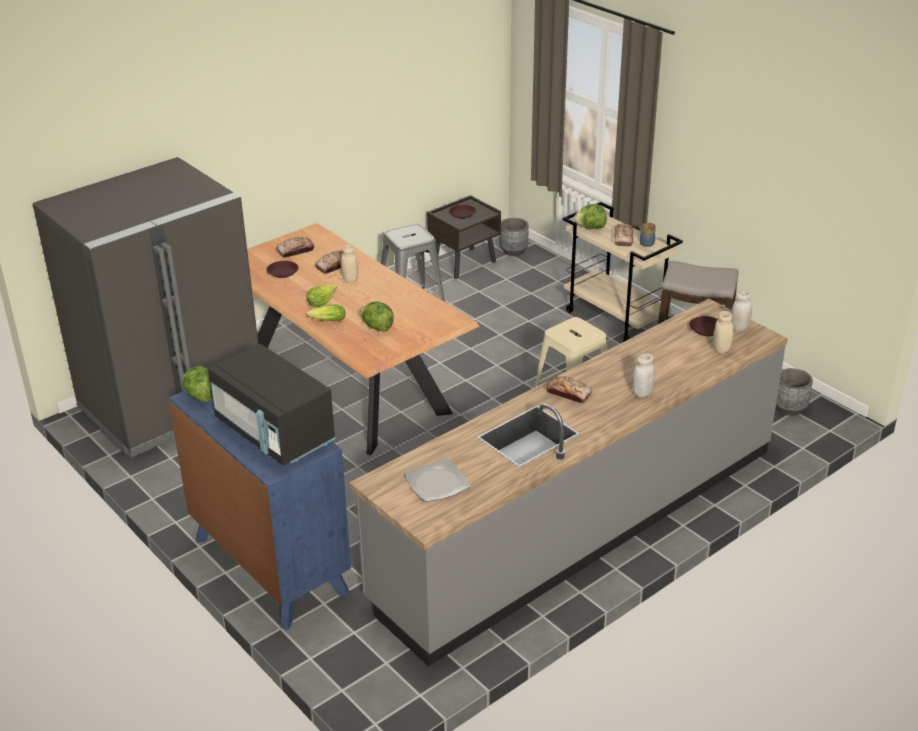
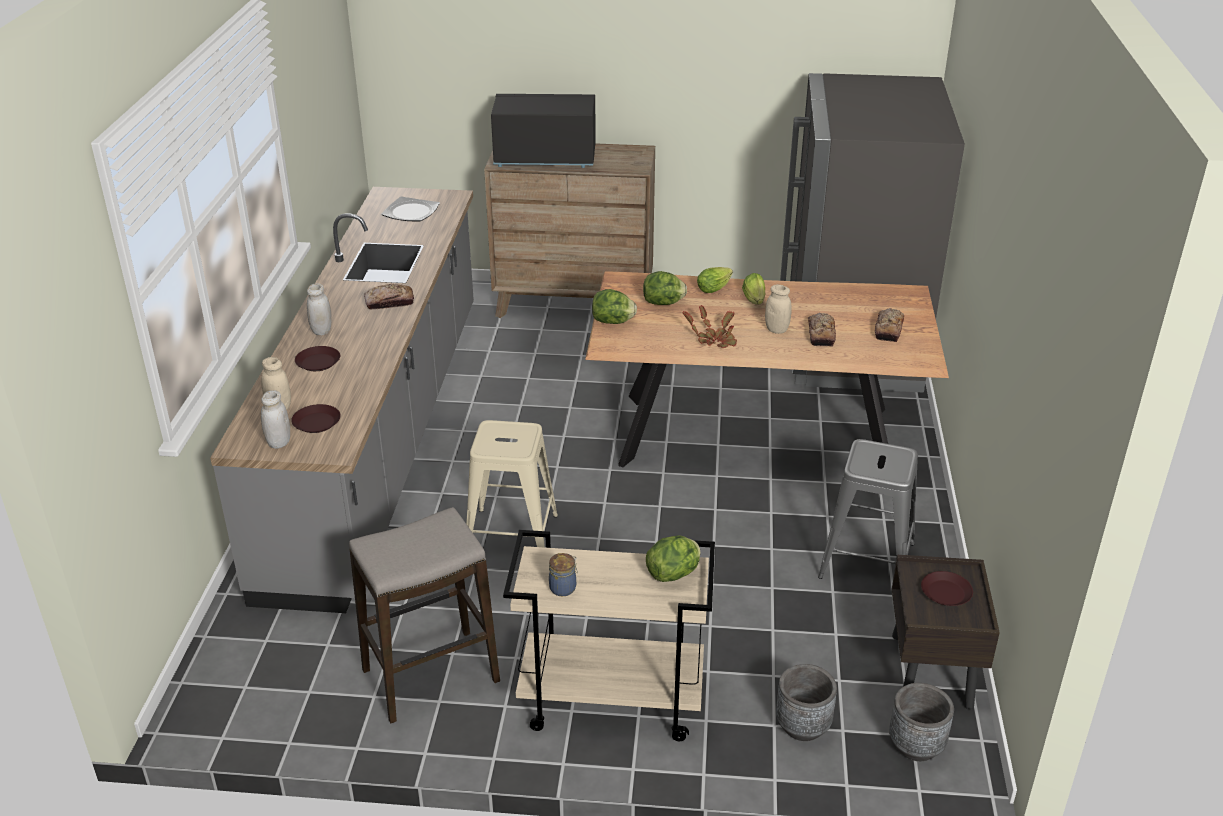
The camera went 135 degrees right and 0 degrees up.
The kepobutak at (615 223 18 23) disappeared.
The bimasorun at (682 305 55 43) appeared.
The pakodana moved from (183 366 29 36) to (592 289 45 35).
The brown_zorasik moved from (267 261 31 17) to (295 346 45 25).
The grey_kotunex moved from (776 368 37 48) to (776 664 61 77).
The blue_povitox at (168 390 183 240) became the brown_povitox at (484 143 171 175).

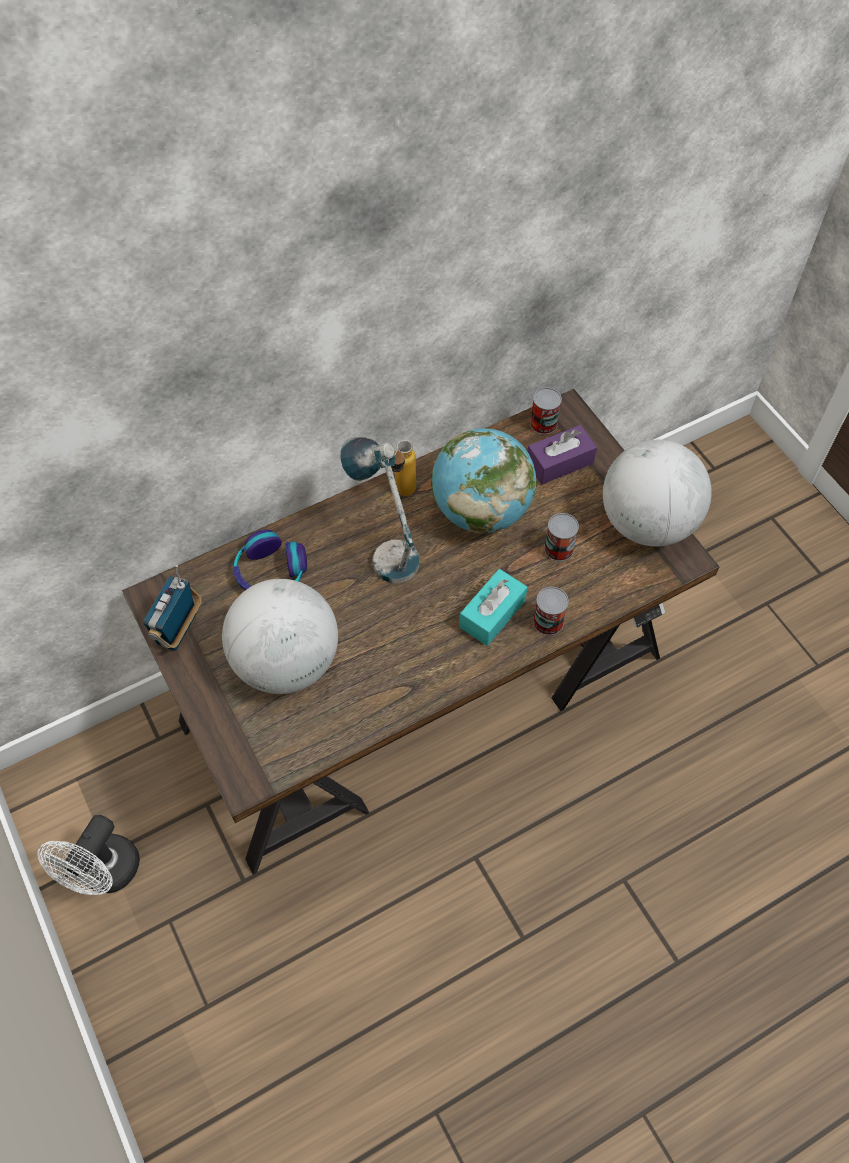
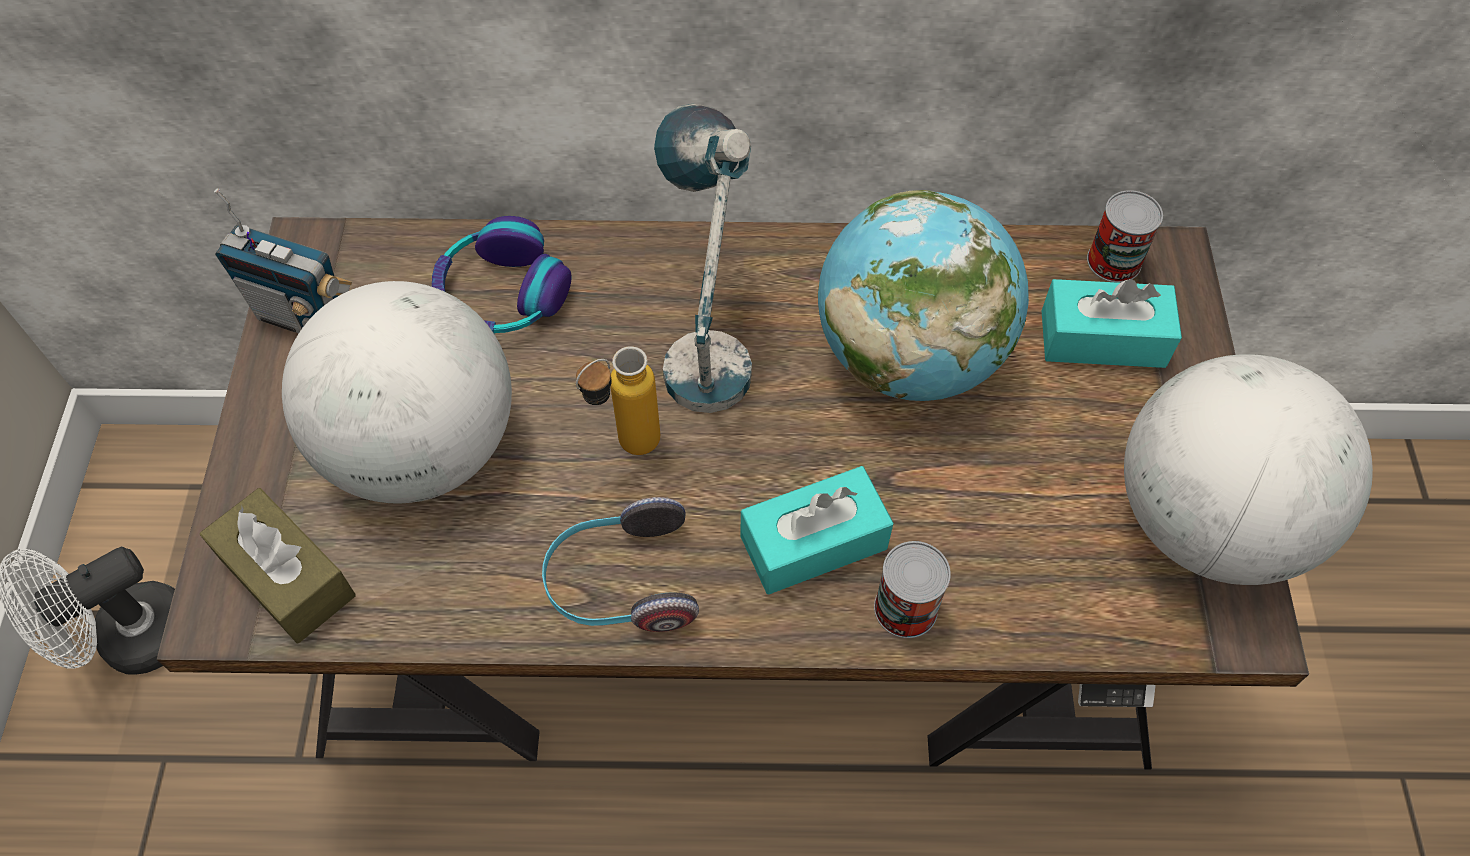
The camera went 30 degrees right and 0 degrees up.
The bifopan at (544 513 35 48) disappeared.
The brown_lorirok at (200 488 156 155) appeared.
The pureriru at (542 497 157 135) appeared.
The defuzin moved from (389 440 27 56) to (576 346 84 109).
The purple_lorirok at (527 425 70 59) became the turquoise_lorirok at (1042 279 140 89).
The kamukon at (143 565 59 86) turned 120 degrees counterclockwise.

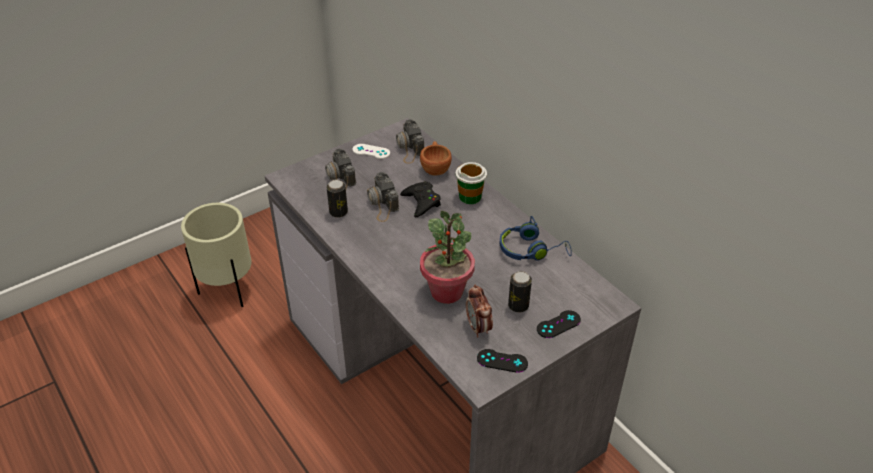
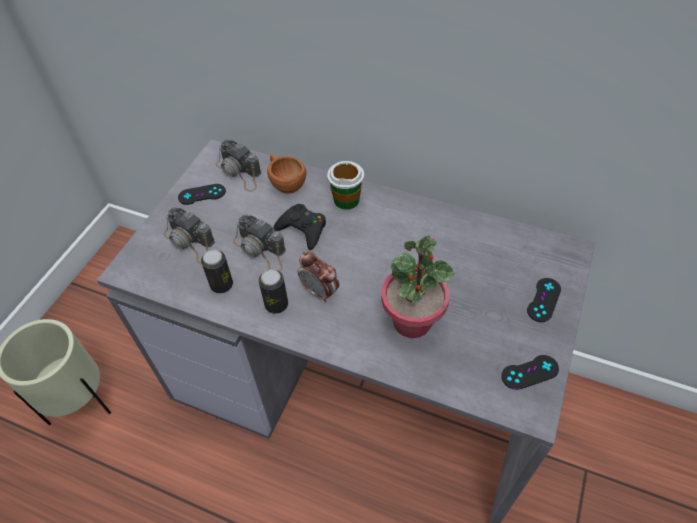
The camera went 30 degrees left and 10 degrees up.
The blue_pureriru at (500 216 72 45) disappeared.
The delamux moved from (466 285 27 52) to (298 252 41 50).
The bifopan moved from (508 271 24 41) to (259 269 29 45).
The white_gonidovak at (353 144 37 15) became the black_gonidovak at (178 184 48 21).

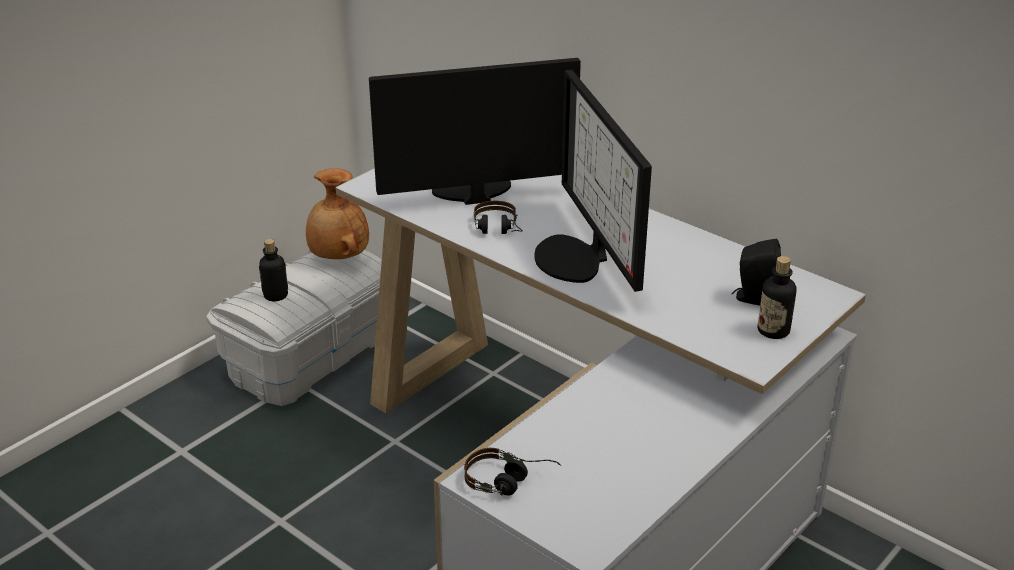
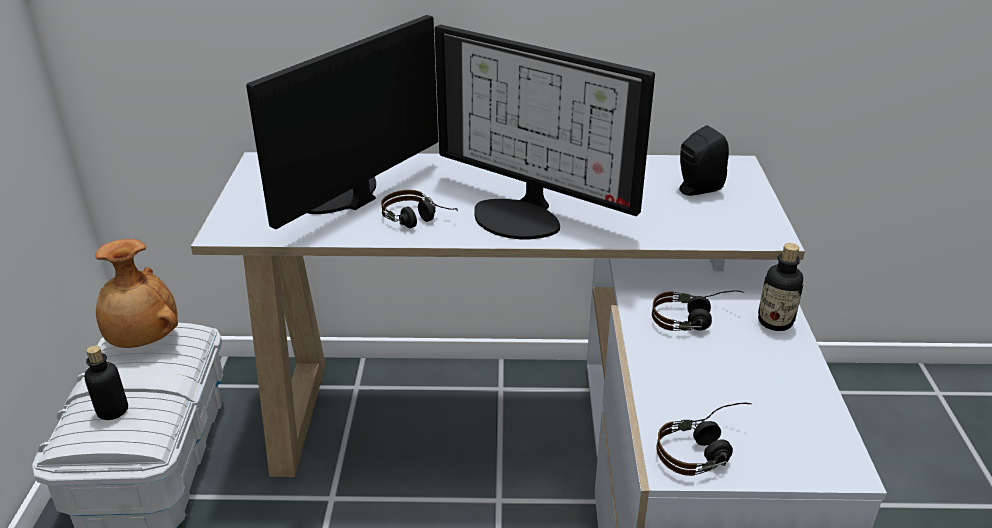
The camera went 40 degrees left and 0 degrees up.
The pureriru at (652 290 92 41) appeared.
The defuzin moved from (758 256 39 83) to (758 243 45 88).

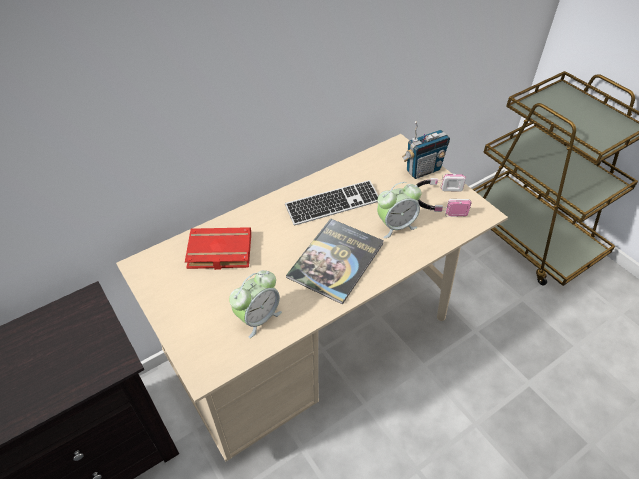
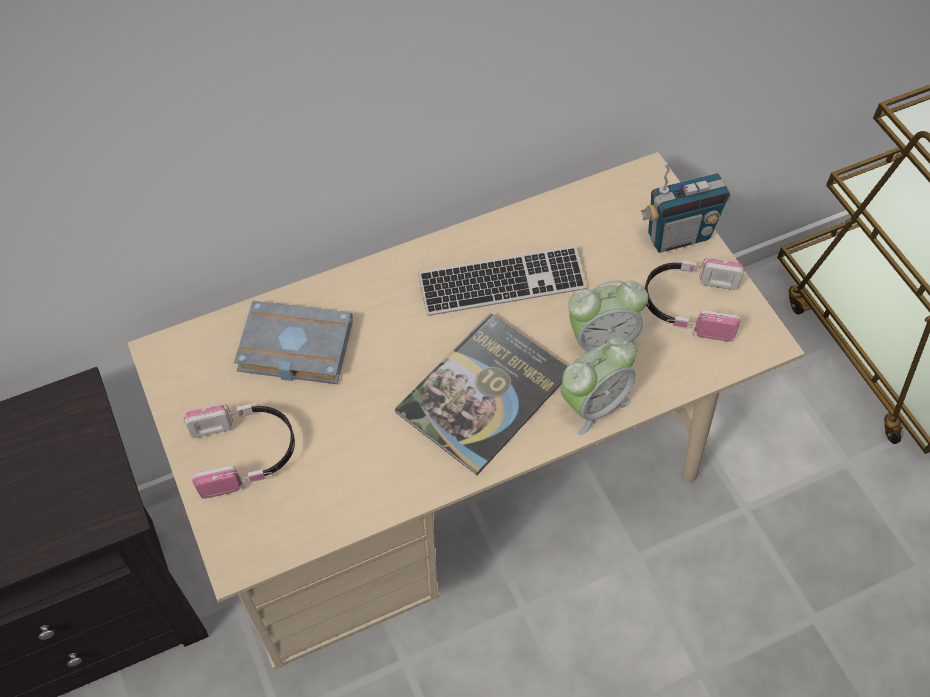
The camera went 10 degrees right and 10 degrees up.
The pureriru at (184 404 111 95) appeared.
The delamux moved from (229 270 53 68) to (560 337 76 98).
The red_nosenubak at (185 227 66 43) became the grey_nosenubak at (234 301 119 84).

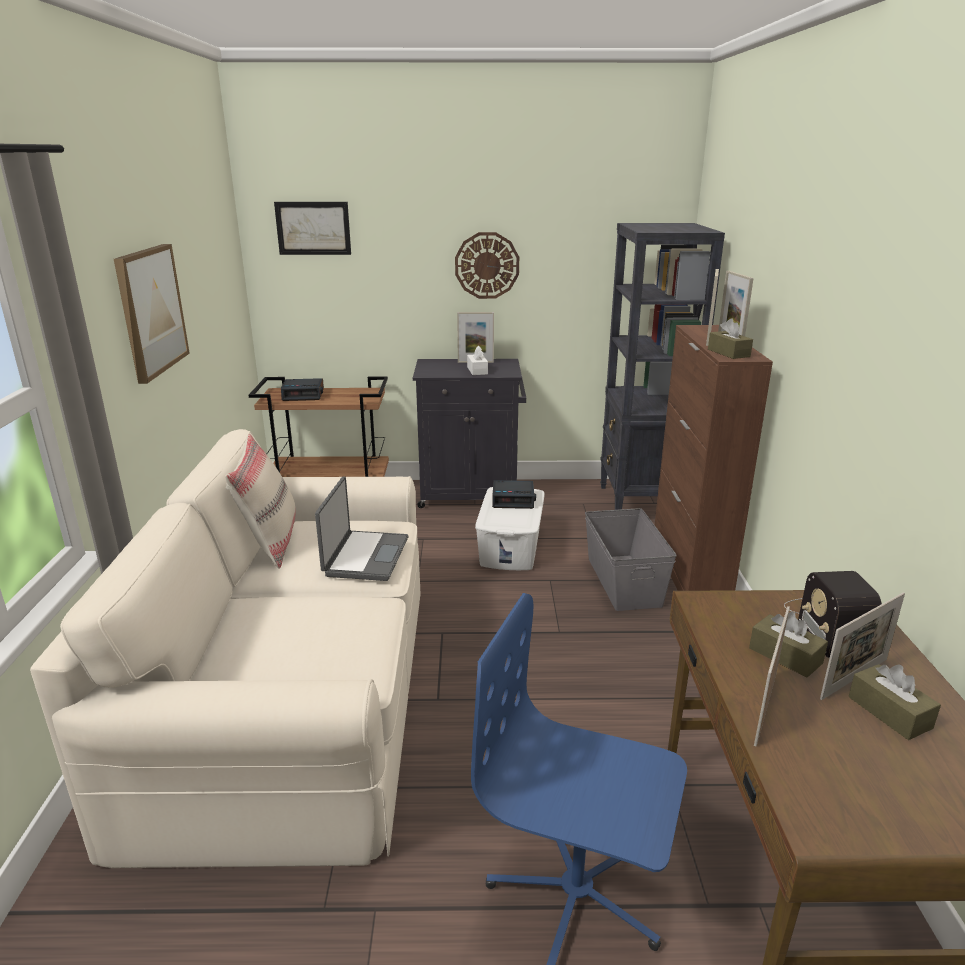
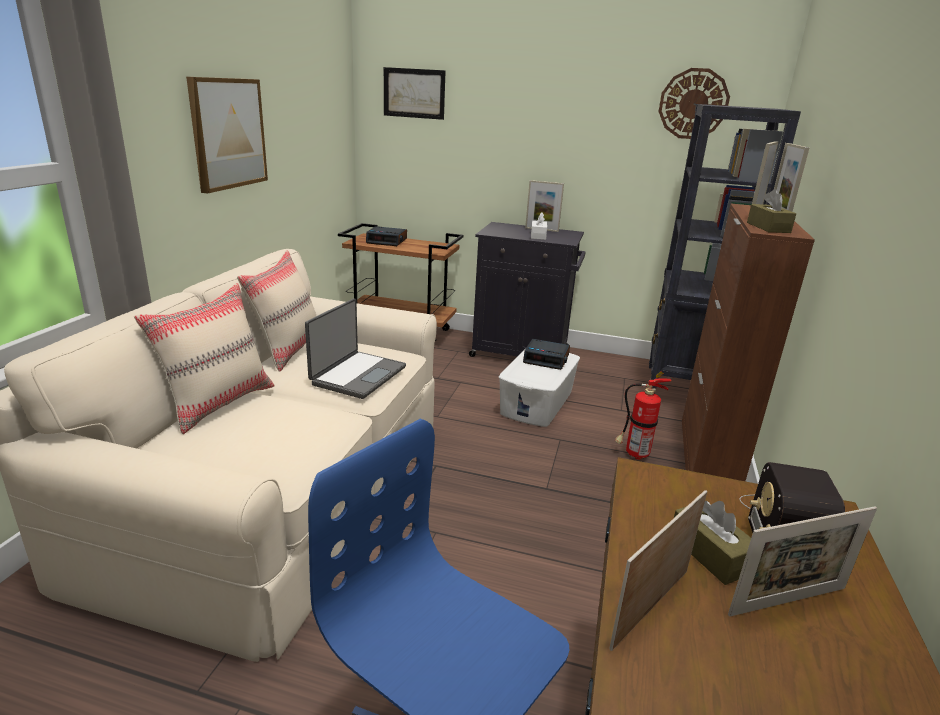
The camera went 15 degrees right and 0 degrees up.
The brown_lorirok at (849 664 92 76) disappeared.
The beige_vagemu at (134 283 141 151) appeared.
The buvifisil moved from (455 232 64 67) to (659 68 71 71).
The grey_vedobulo at (585 508 92 103) was replaced by the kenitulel at (615 371 57 89).

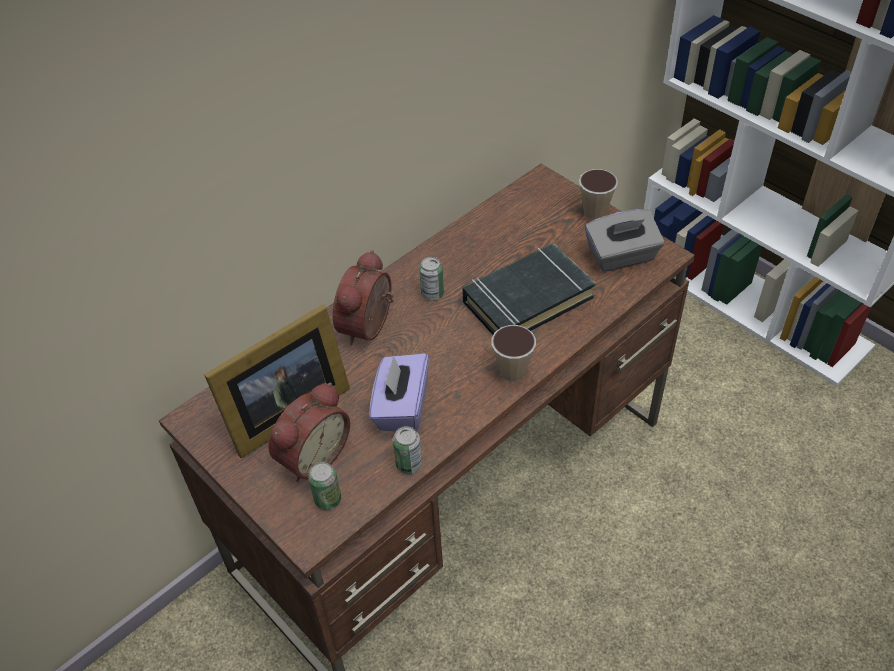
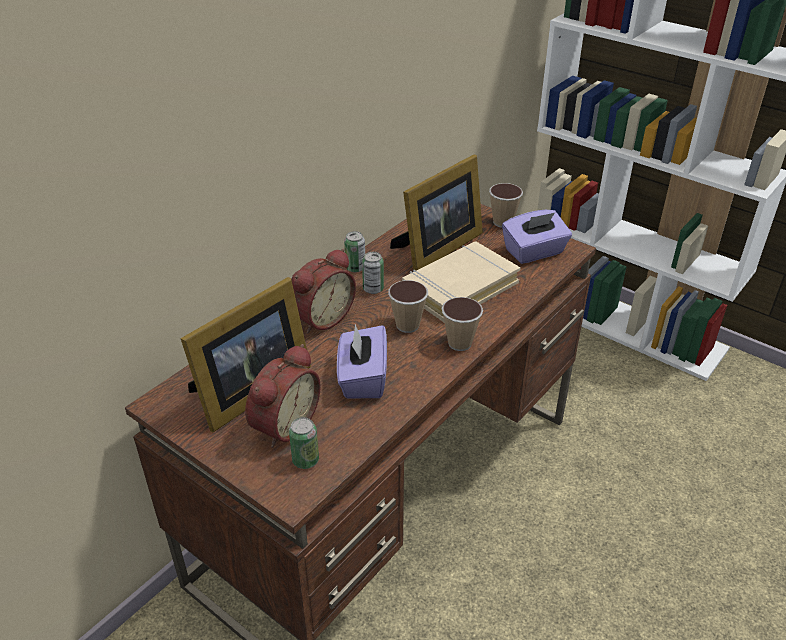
The camera went 10 degrees left and 10 degrees down.
The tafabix at (388 280 40 53) appeared.
The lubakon at (390 154 93 117) appeared.
The bifopan moved from (393 426 29 48) to (344 231 21 42).
The black_nosenubak at (462 243 134 92) became the beige_nosenubak at (402 241 119 82).
The grey_lorirok at (585 209 79 63) became the purple_lorirok at (502 210 70 54).
The delamux at (333 250 61 95) turned 150 degrees counterclockwise.

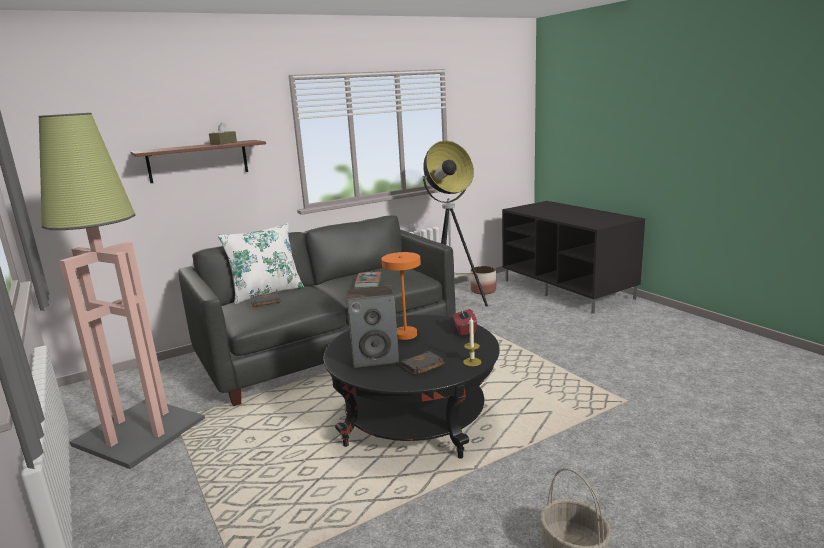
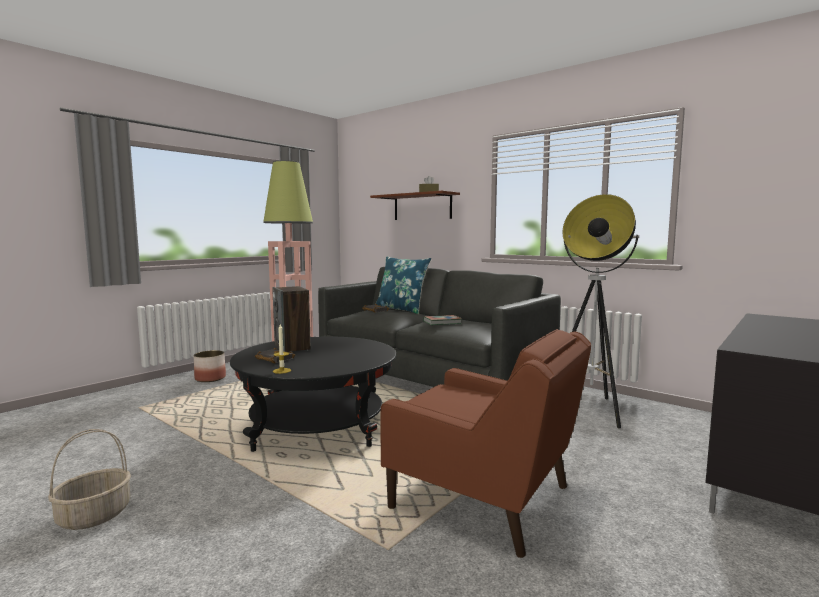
The camera went 70 degrees right and 10 degrees down.
The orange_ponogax at (382 252 39 88) disappeared.
The red_lorirok at (453 309 24 27) disappeared.
The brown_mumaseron at (380 329 211 229) appeared.
The kotunex moved from (471 266 25 28) to (193 350 33 32).
The white_vagemu at (218 223 86 81) became the blue_vagemu at (376 256 55 58).

